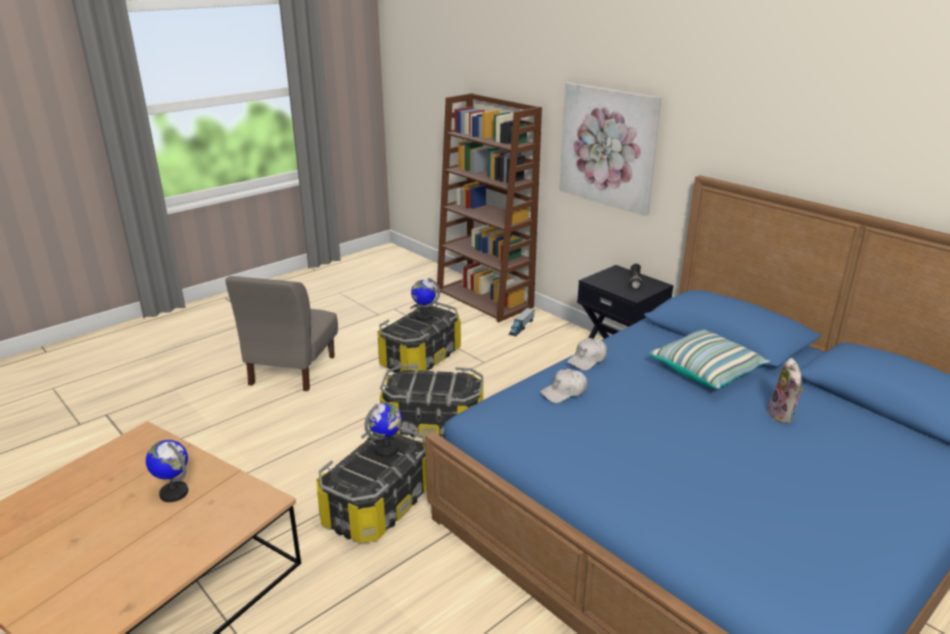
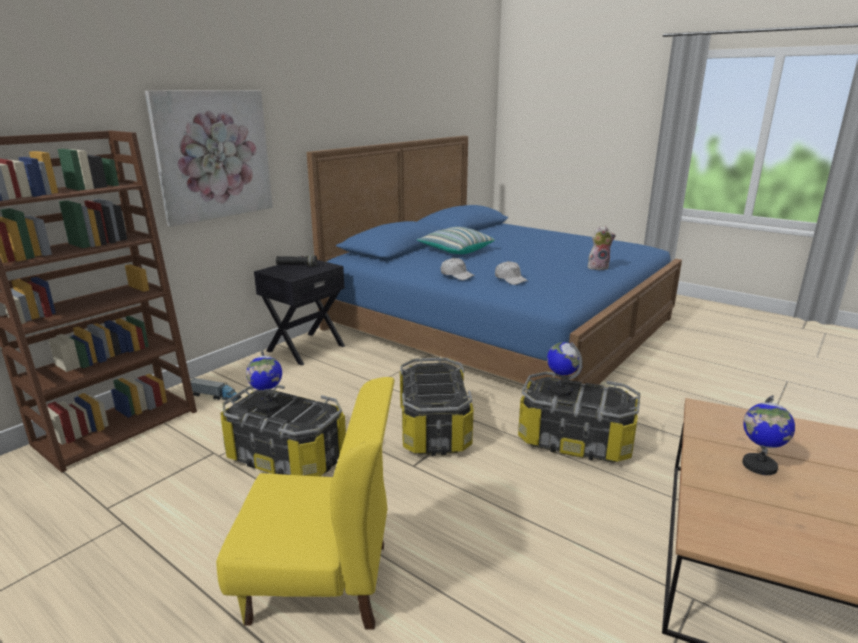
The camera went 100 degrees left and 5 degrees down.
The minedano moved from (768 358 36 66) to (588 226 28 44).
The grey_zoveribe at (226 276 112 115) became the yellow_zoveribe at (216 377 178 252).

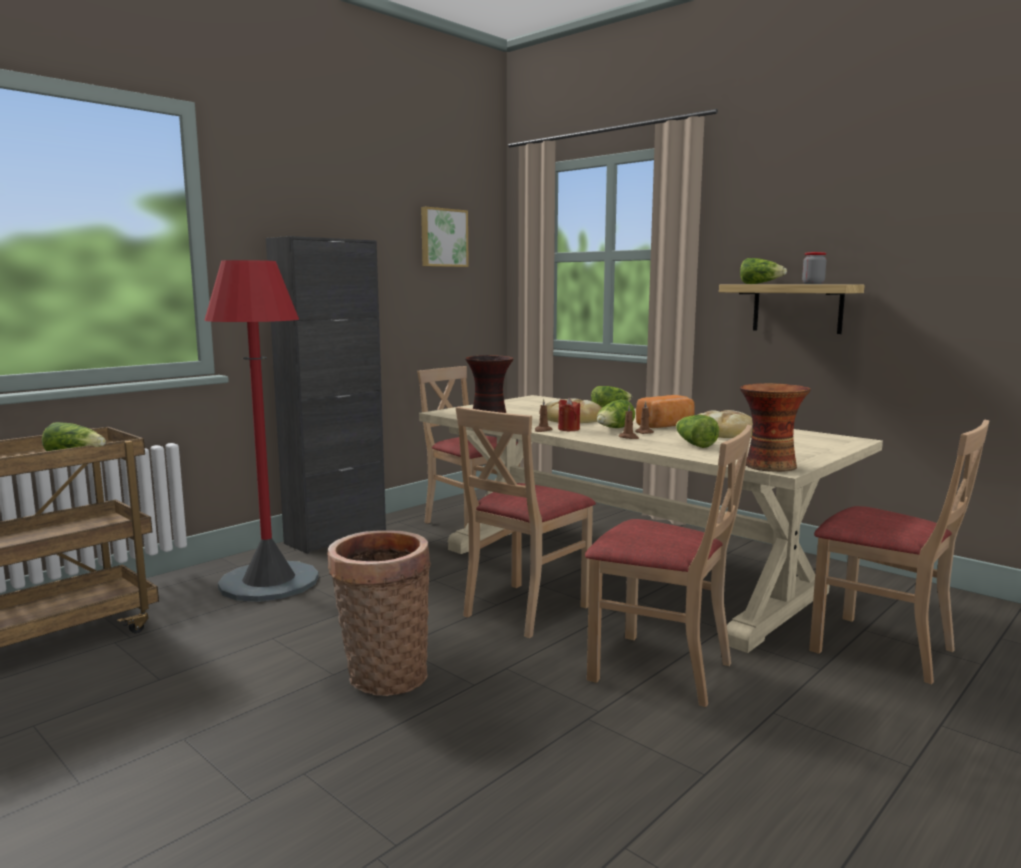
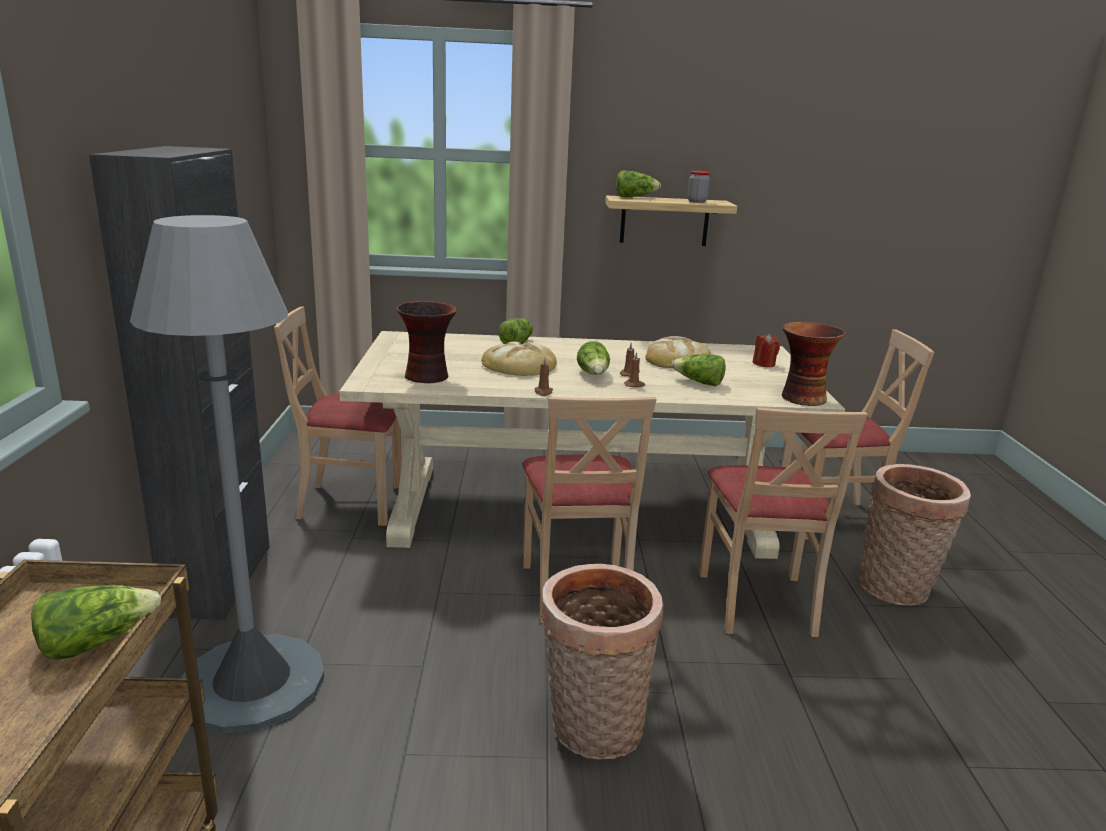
The camera went 45 degrees left and 10 degrees up.
The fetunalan at (421 207 48 60) disappeared.
The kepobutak at (636 395 59 33) disappeared.
The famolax at (859 464 112 142) appeared.
The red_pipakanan moved from (558 398 22 33) to (753 334 27 33).
The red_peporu at (204 260 115 342) became the grey_peporu at (130 215 194 518).
The beige_zoveribe at (585 425 167 282) turned 105 degrees clockwise.

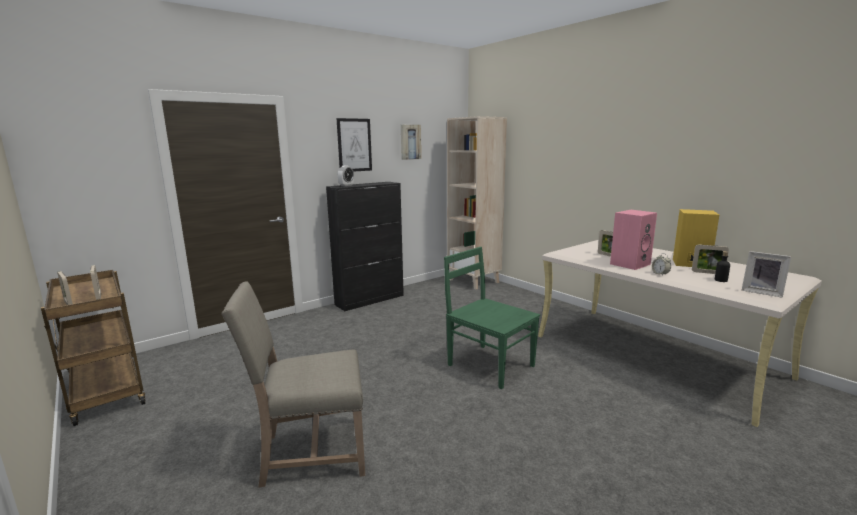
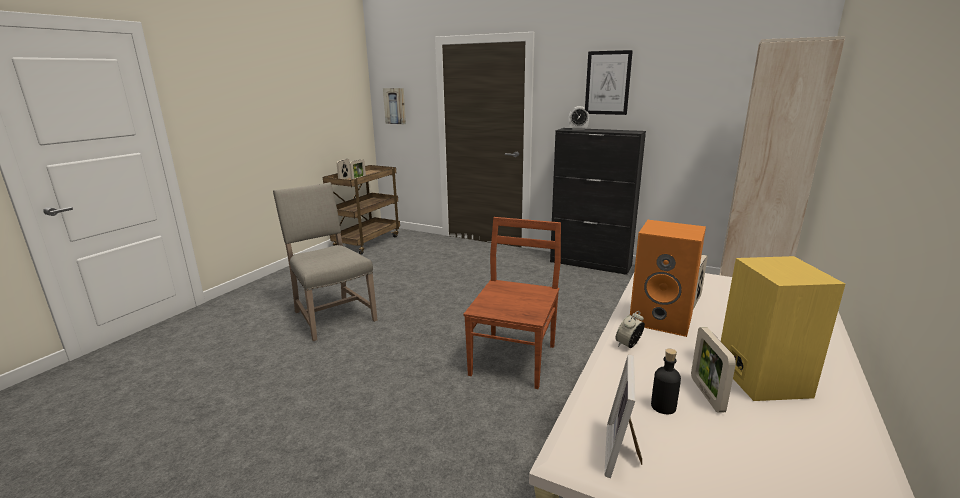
The camera went 65 degrees right and 5 degrees up.
The fetunalan moved from (401 125 20 35) to (383 88 23 36).
The green_zoveribe at (444 247 96 142) became the brown_zoveribe at (463 217 98 172).
The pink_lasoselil at (610 210 47 60) became the orange_lasoselil at (630 220 76 117).

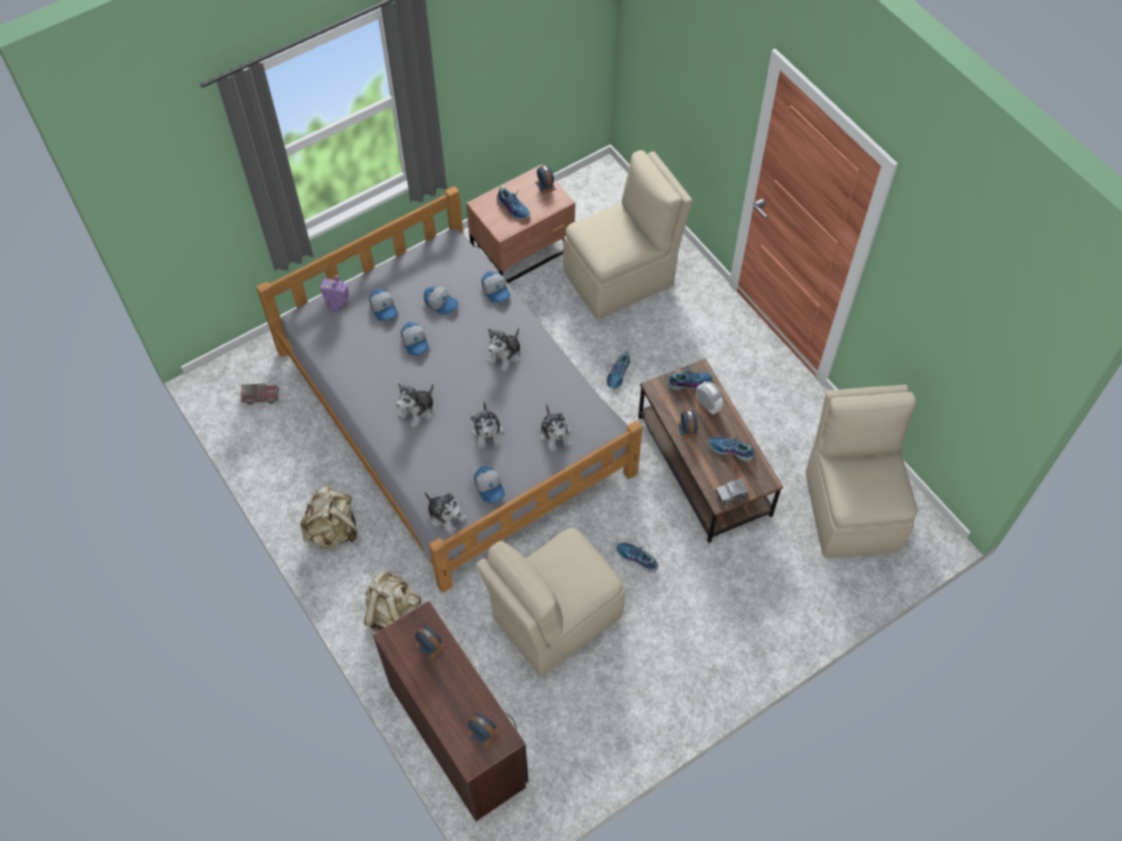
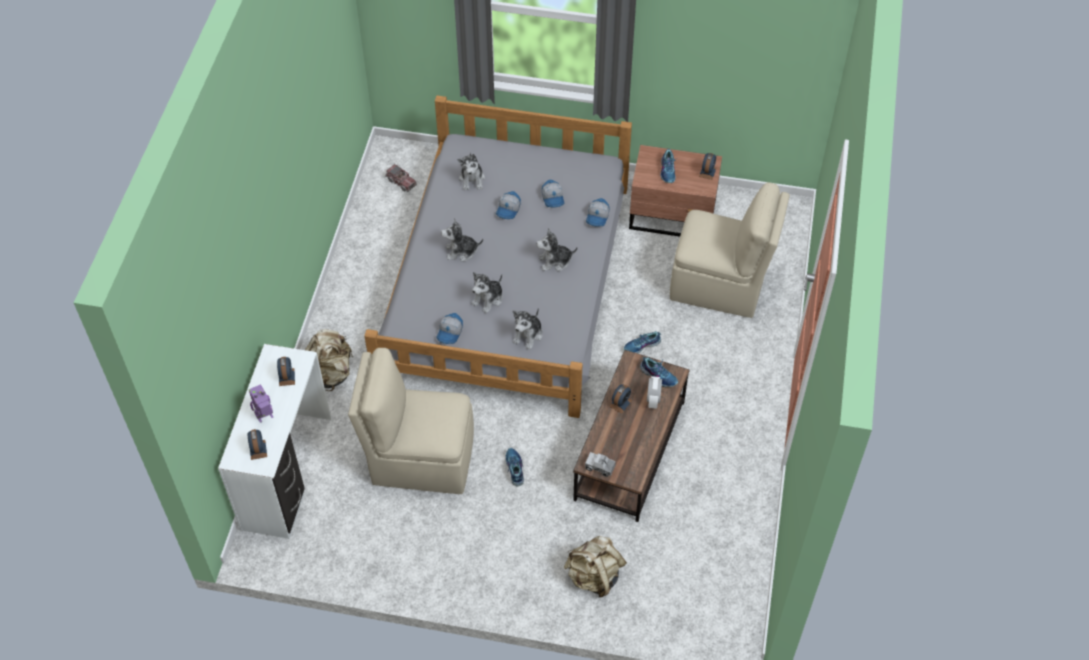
The camera went 45 degrees right and 5 degrees down.
The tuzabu at (369 289 29 32) disappeared.
The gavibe at (709 437 46 24) disappeared.
The beige_zoveribe at (805 385 112 173) disappeared.
The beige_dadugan moved from (300 486 57 63) to (564 536 63 62).
The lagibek moved from (320 275 29 39) to (249 385 24 38).
The minedano moved from (425 492 42 42) to (457 152 28 38).
The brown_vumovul at (373 601 155 220) became the white_vumovul at (218 344 113 195).

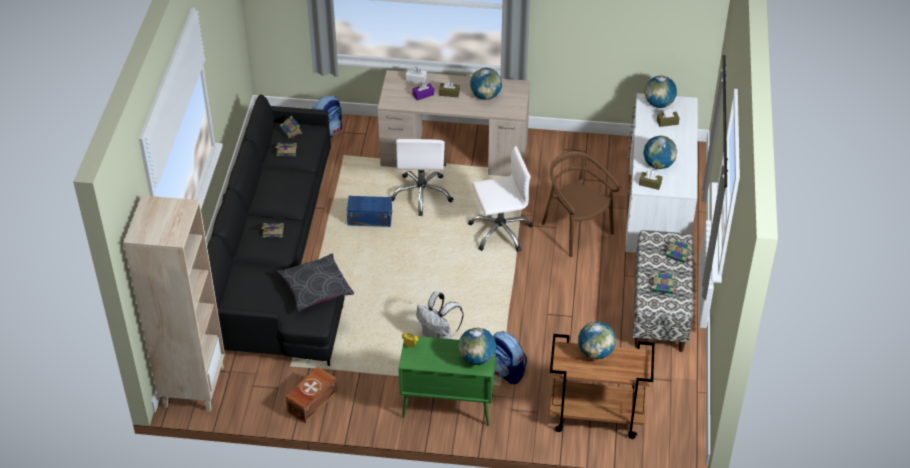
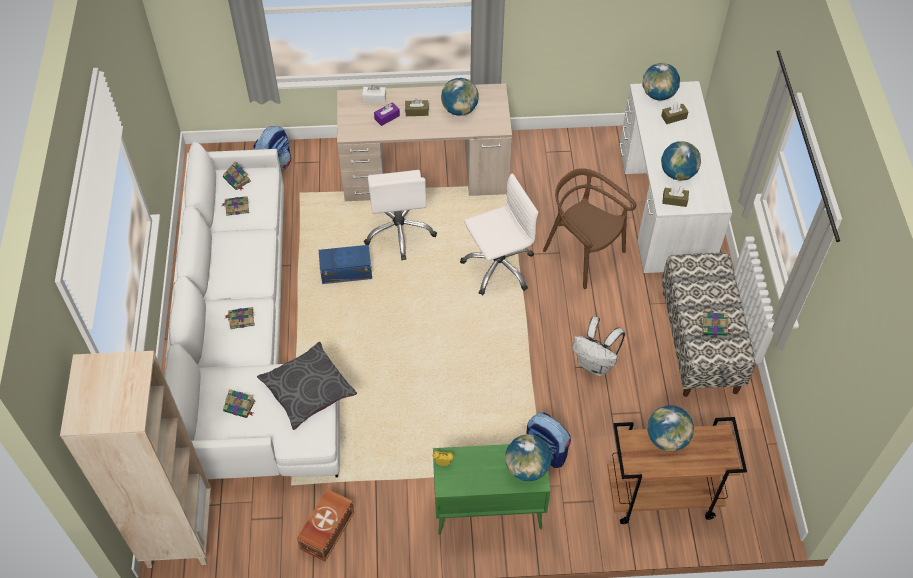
The camera went 10 degrees left and 10 degrees up.
The white_dadugan moved from (416 291 48 48) to (572 317 53 59).
The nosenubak moved from (666 239 26 24) to (223 389 33 29).
The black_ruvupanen at (207 95 138 271) became the white_ruvupanen at (164 142 176 337).

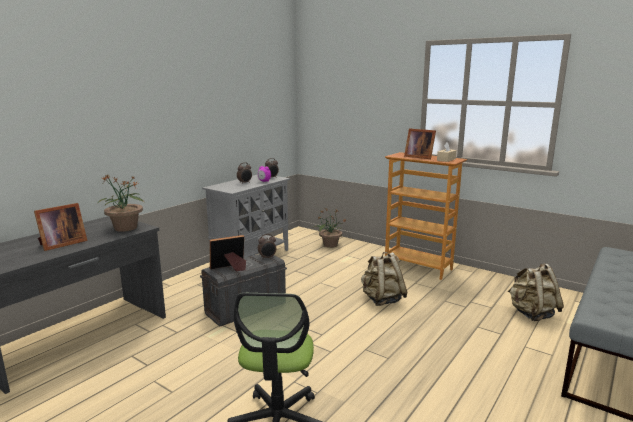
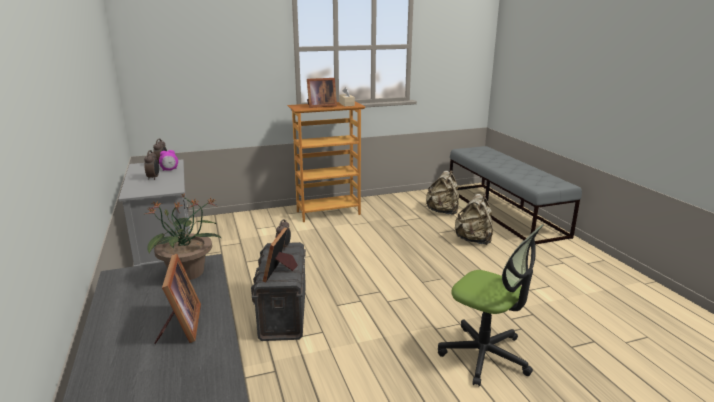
The camera went 55 degrees left and 5 degrees up.
The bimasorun at (314 209 32 39) disappeared.
The beige_dadugan moved from (361 252 47 54) to (455 194 38 51).

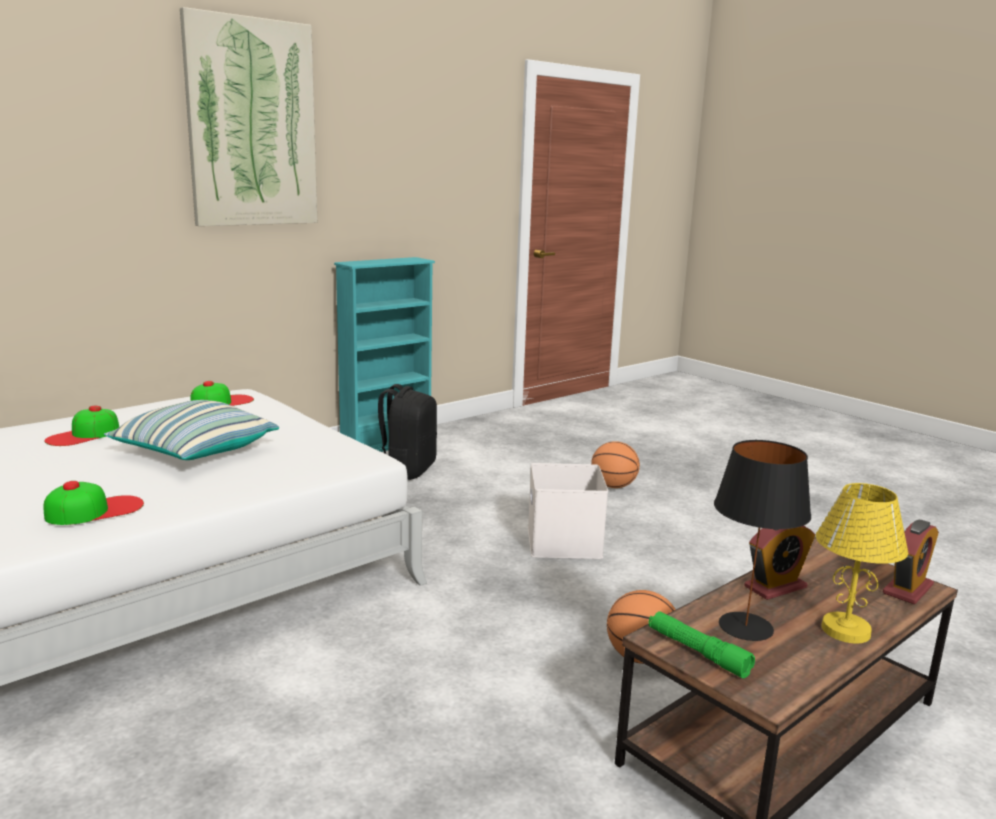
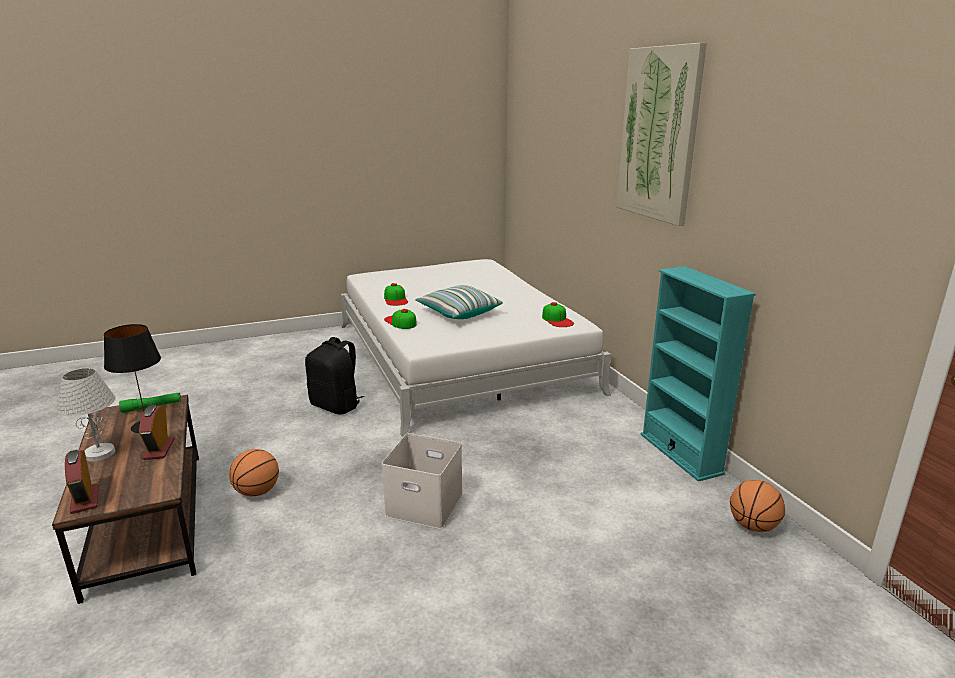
The camera went 110 degrees right and 5 degrees up.
The tuzabu moved from (44 406 75 40) to (384 309 33 20).
The black_dadugan moved from (378 384 59 96) to (305 337 59 78).
The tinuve moved from (591 441 49 47) to (730 480 55 52).
The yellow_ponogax at (816 483 92 160) became the white_ponogax at (57 368 58 93).

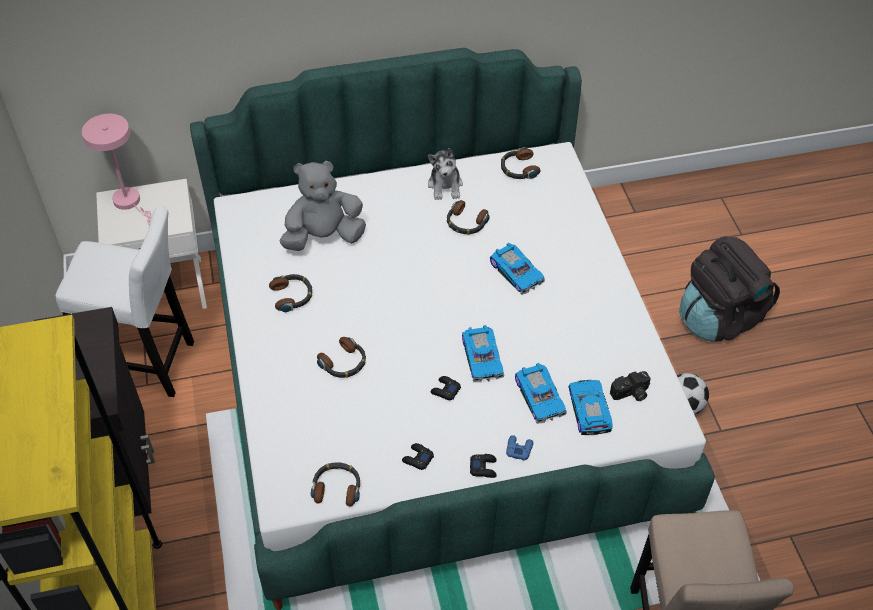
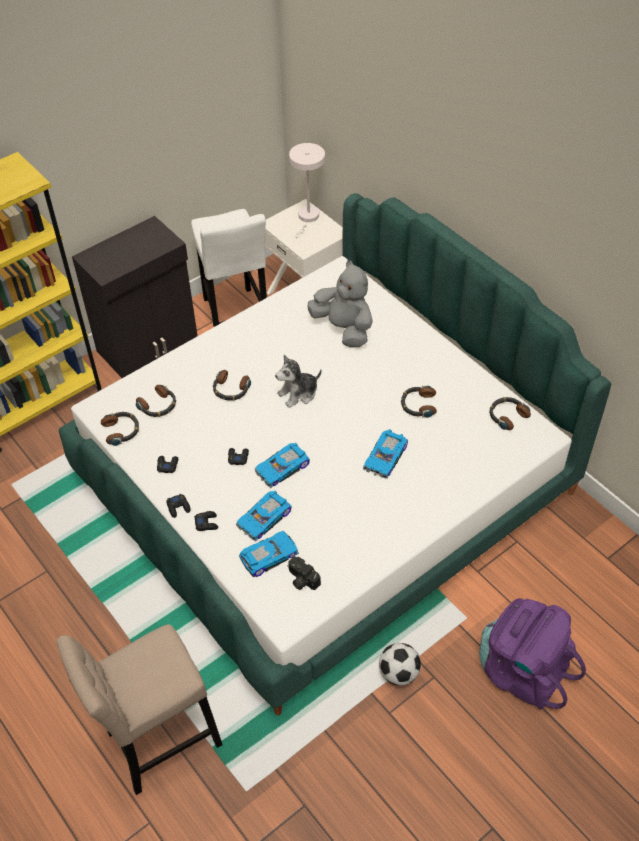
The camera went 65 degrees right and 0 degrees up.
The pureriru moved from (269 274 43 38) to (136 385 40 32).
The minedano moved from (428 148 35 52) to (275 355 47 53).
The pink_ponogax at (82 114 69 110) became the white_ponogax at (289 143 36 95).
The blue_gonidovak at (506 435 27 26) became the black_gonidovak at (194 511 24 20).
The black_dadugan at (679 236 101 106) became the purple_dadugan at (479 598 107 111).

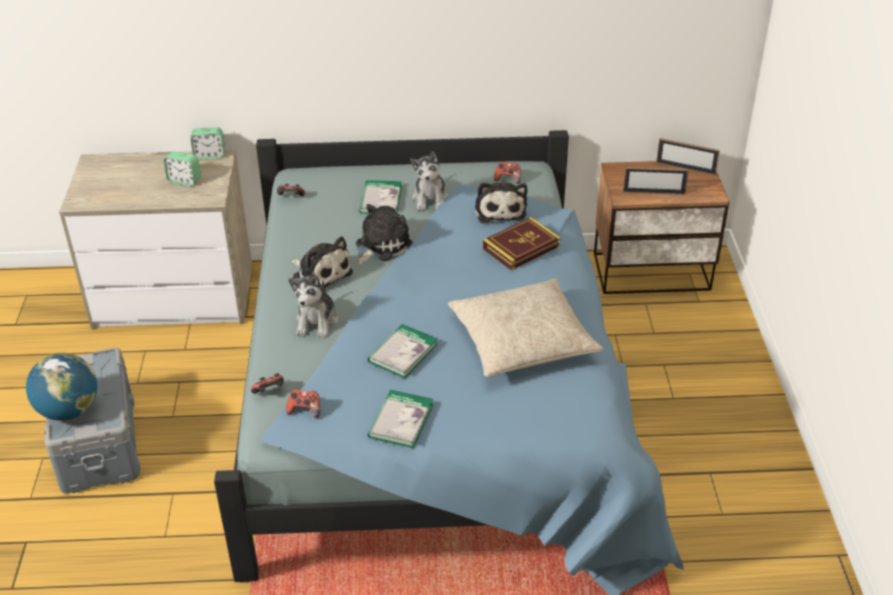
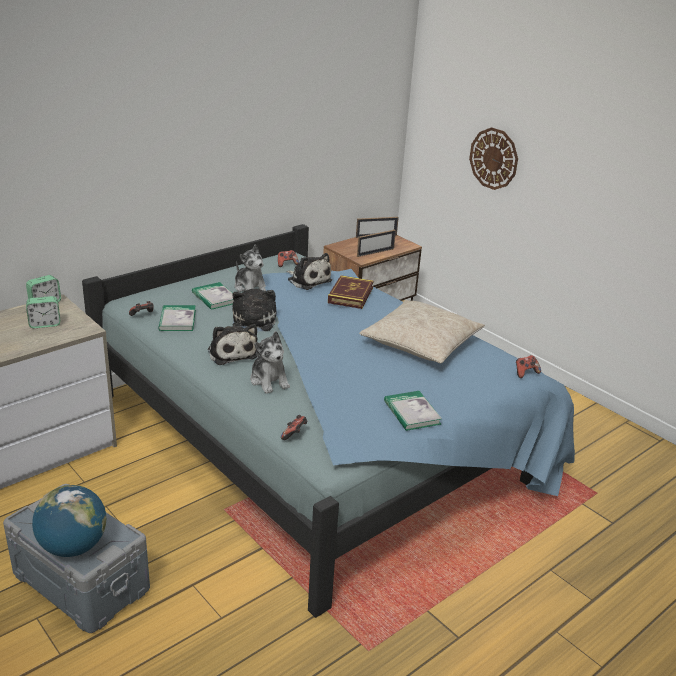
The camera went 40 degrees left and 10 degrees down.
The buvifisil at (469 127 49 63) appeared.
The gonidovak moved from (286 389 34 29) to (516 355 25 23).
The nosenubak moved from (368 324 70 54) to (158 305 38 26).
The minedano at (290 236 63 55) turned 60 degrees clockwise.

